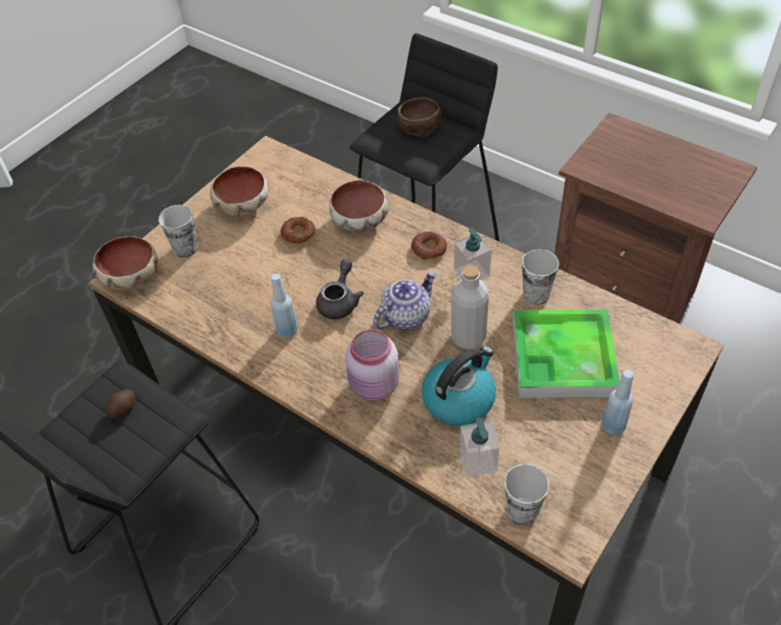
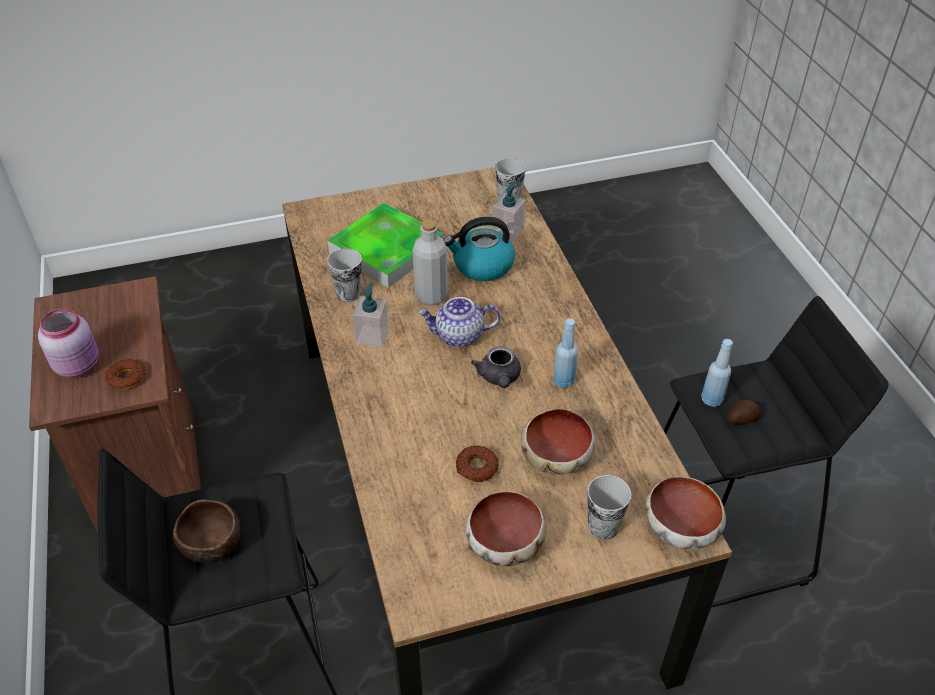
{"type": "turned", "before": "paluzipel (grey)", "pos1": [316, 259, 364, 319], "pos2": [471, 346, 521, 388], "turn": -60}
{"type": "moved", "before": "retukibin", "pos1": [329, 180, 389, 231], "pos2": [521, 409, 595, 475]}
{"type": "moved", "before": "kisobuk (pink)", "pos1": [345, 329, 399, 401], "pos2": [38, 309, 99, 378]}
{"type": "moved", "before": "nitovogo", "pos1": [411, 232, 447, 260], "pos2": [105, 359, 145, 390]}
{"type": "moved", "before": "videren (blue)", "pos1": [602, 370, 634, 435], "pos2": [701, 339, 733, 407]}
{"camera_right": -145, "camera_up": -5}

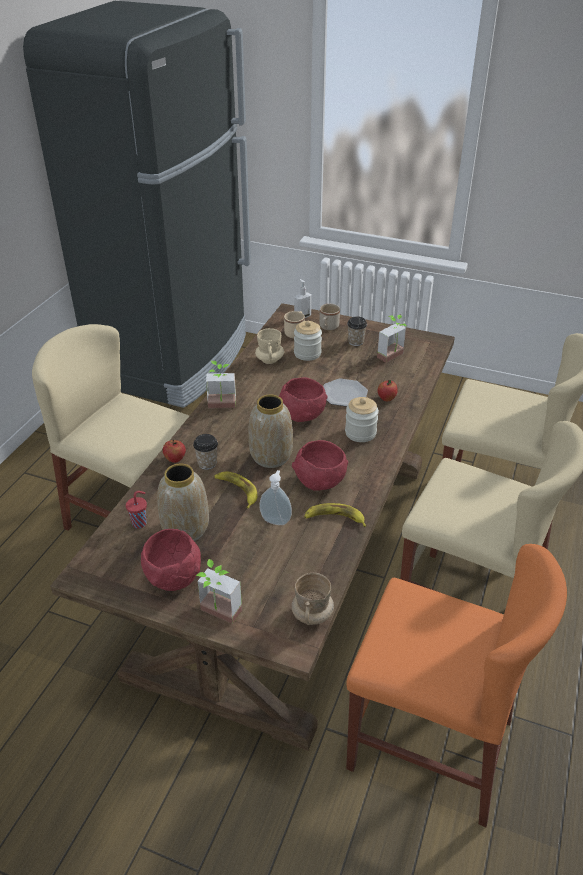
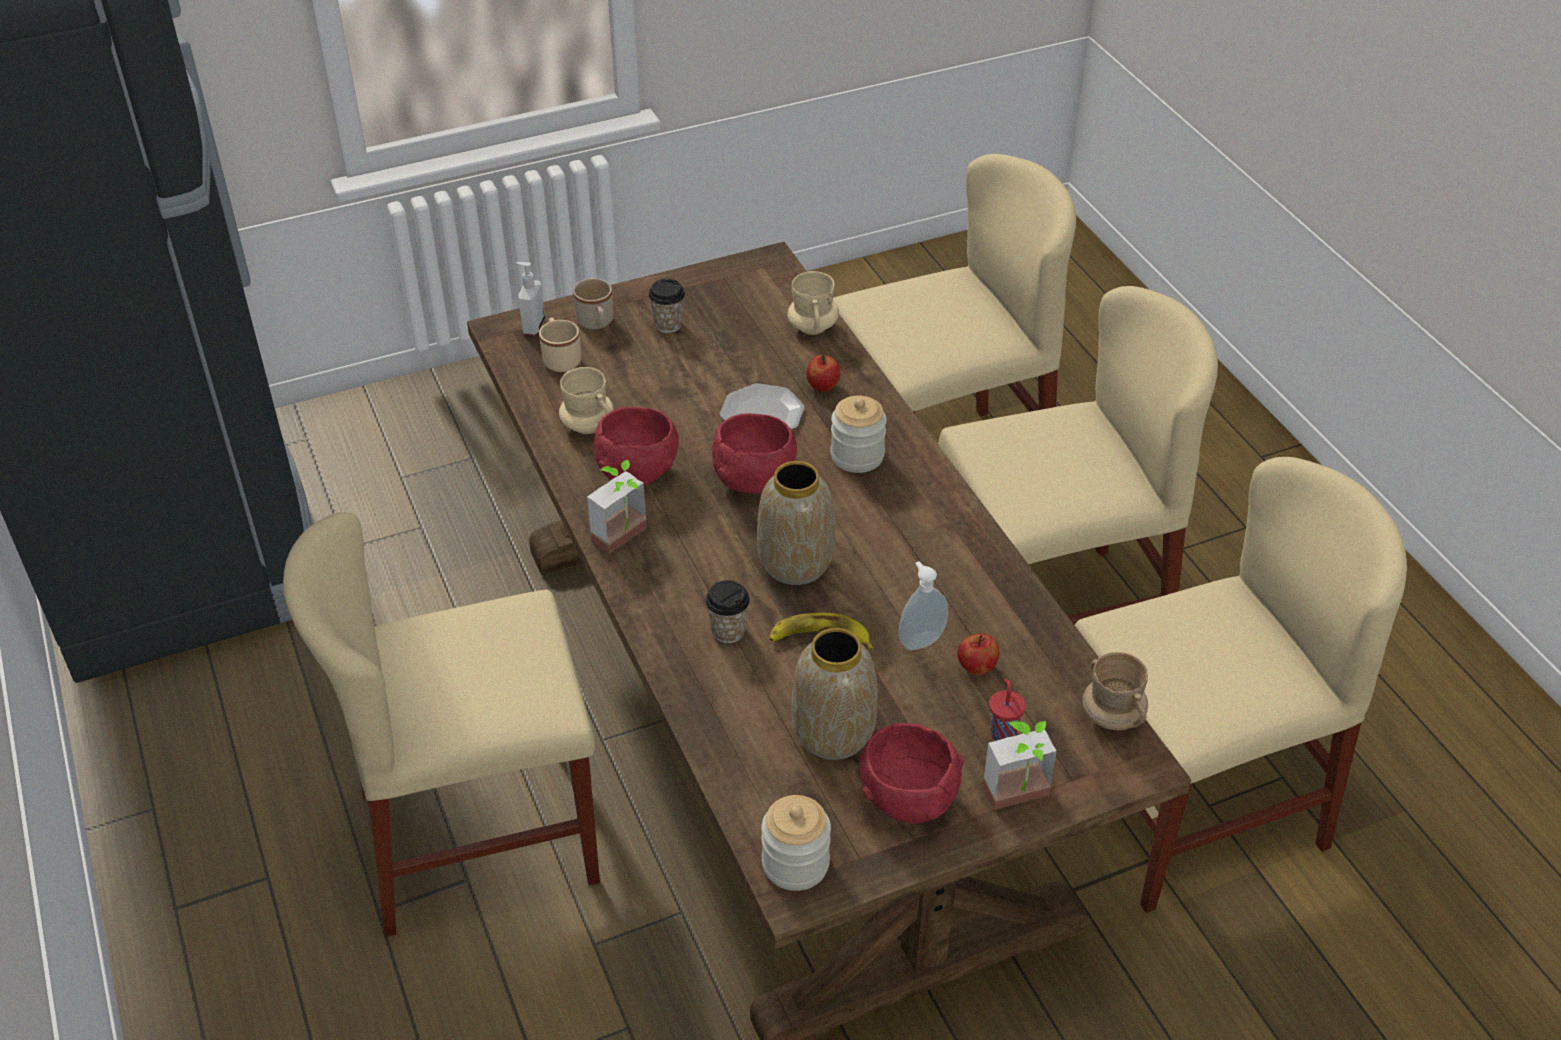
{"type": "moved", "before": "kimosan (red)", "pos1": [126, 491, 147, 529], "pos2": [989, 679, 1026, 741]}
{"type": "moved", "before": "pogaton", "pos1": [163, 440, 186, 463], "pos2": [958, 633, 1000, 675]}
{"type": "moved", "before": "retukibin (red)", "pos1": [292, 440, 348, 491], "pos2": [594, 406, 679, 486]}
{"type": "moved", "before": "kisobuk", "pos1": [294, 321, 322, 361], "pos2": [761, 795, 831, 891]}
{"type": "removed", "before": "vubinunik", "pos1": [304, 503, 366, 527]}
{"type": "recoloured", "before": "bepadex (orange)", "after": "bepadex (beige)", "pos1": [346, 544, 567, 827], "pos2": [1075, 457, 1407, 913]}
{"type": "removed", "before": "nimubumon", "pos1": [377, 315, 407, 363]}
{"type": "added", "after": "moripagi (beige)", "pos2": [787, 271, 839, 335]}
{"camera_right": -45, "camera_up": 5}

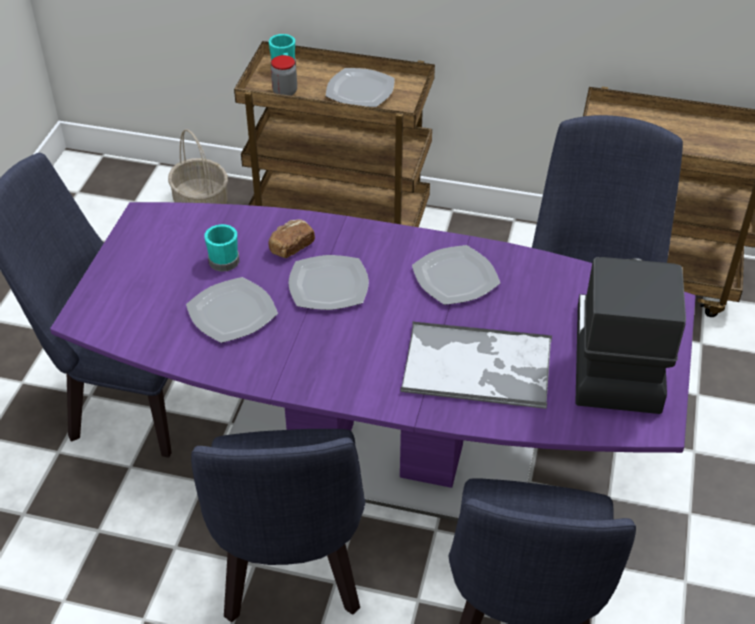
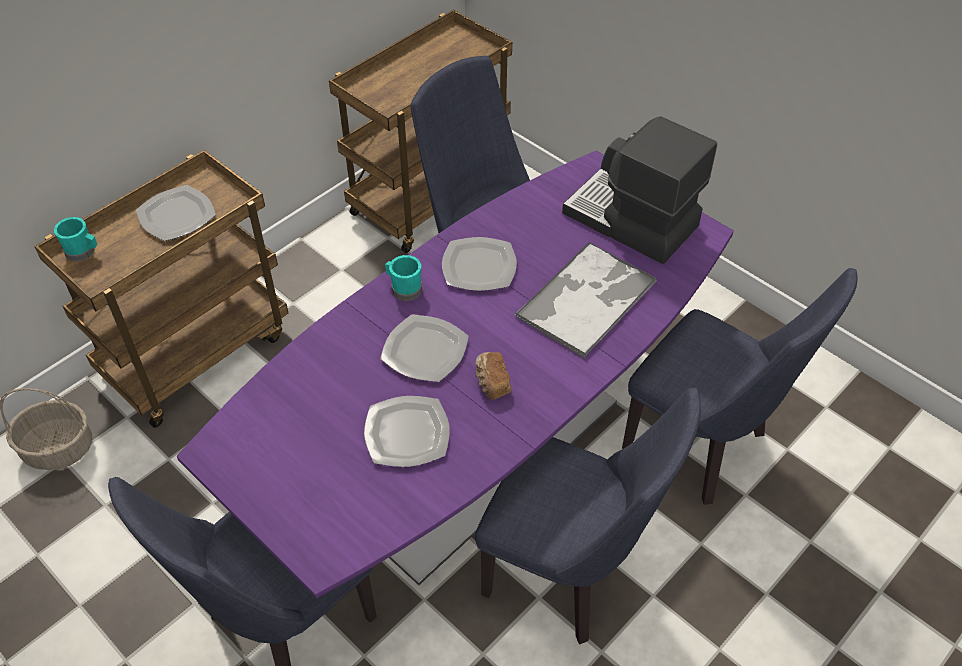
{"type": "moved", "before": "moripagi (turquoise)", "pos1": [204, 224, 239, 272], "pos2": [385, 255, 422, 301]}
{"type": "moved", "before": "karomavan", "pos1": [268, 219, 315, 258], "pos2": [475, 352, 511, 400]}
{"type": "removed", "before": "kisobuk", "pos1": [271, 55, 297, 96]}
{"camera_right": -60, "camera_up": 5}

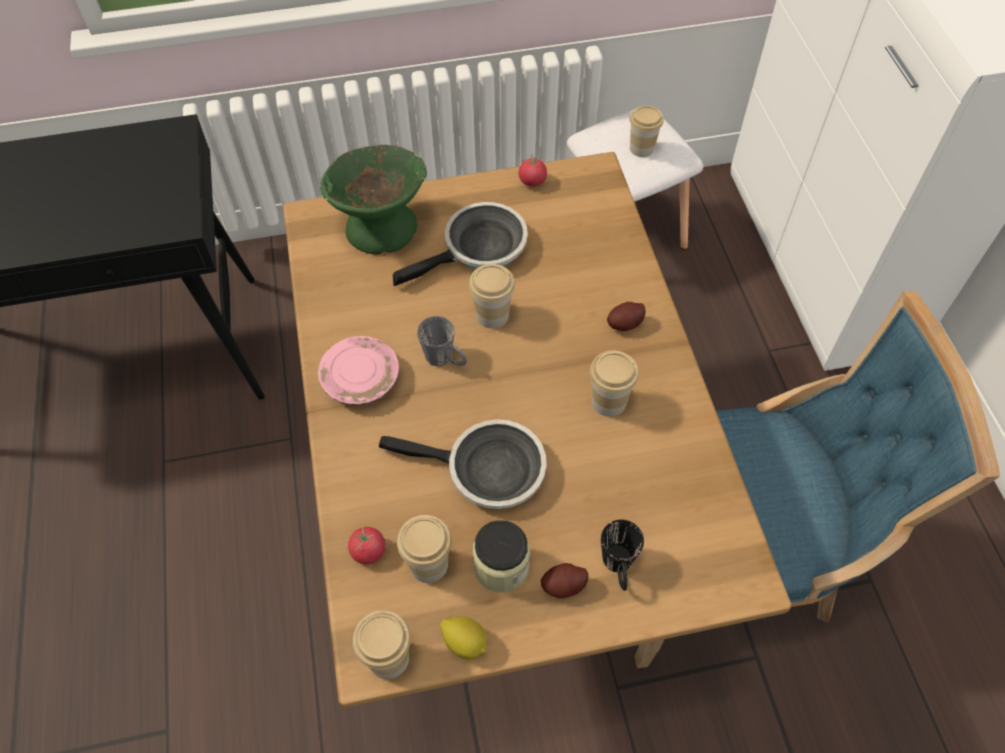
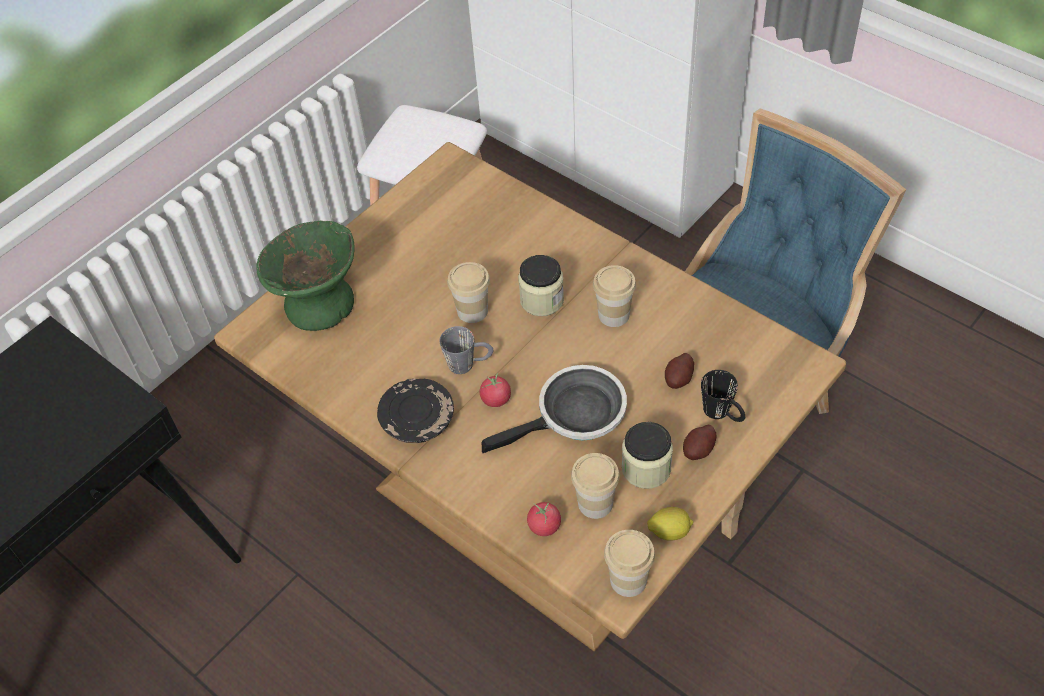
{"type": "recoloured", "before": "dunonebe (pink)", "after": "dunonebe (black)", "pos1": [318, 336, 399, 405], "pos2": [377, 379, 454, 443]}
{"type": "removed", "before": "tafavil", "pos1": [393, 202, 528, 286]}
{"type": "moved", "before": "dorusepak", "pos1": [519, 154, 547, 187], "pos2": [480, 373, 511, 407]}
{"type": "moved", "before": "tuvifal", "pos1": [607, 302, 645, 331], "pos2": [665, 353, 694, 389]}
{"type": "removed", "before": "kimosan", "pos1": [630, 106, 663, 157]}
{"type": "added", "after": "kisobuk", "pos2": [518, 255, 564, 316]}
{"camera_right": -35, "camera_up": -5}

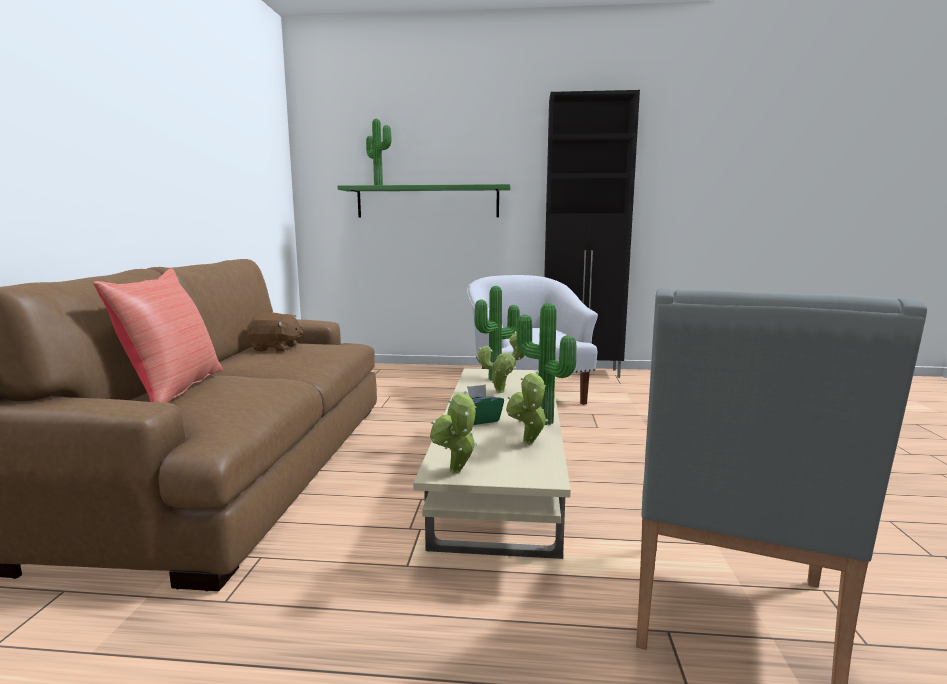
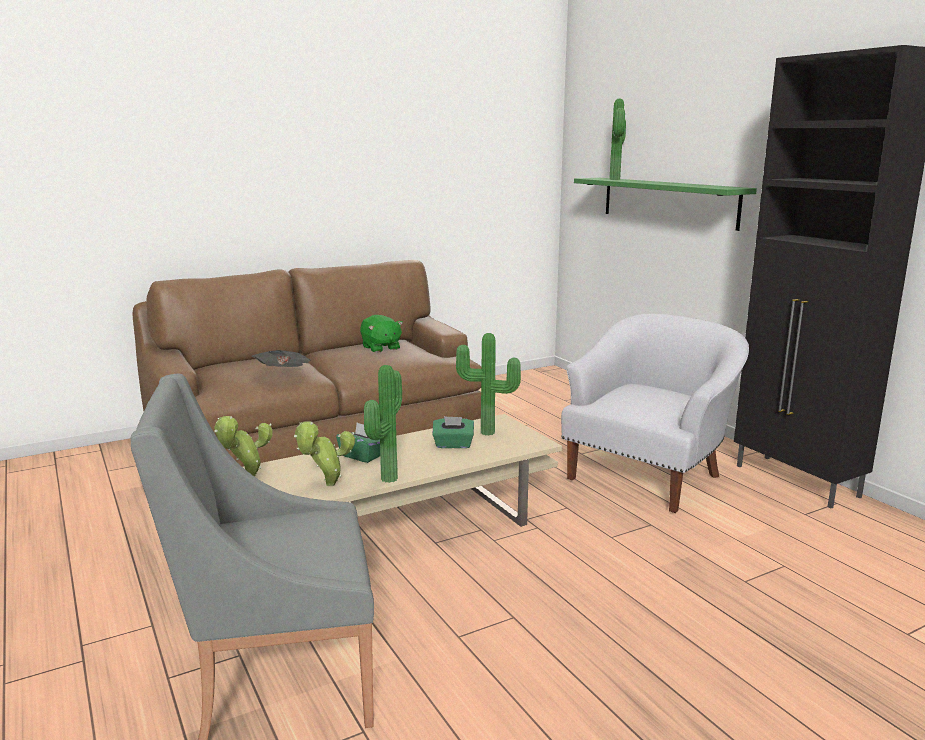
{"type": "removed", "before": "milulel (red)", "pos1": [93, 268, 223, 403]}
{"type": "recoloured", "before": "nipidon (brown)", "after": "nipidon (green)", "pos1": [247, 312, 303, 352], "pos2": [360, 315, 403, 353]}
{"type": "replaced", "before": "nimubumon", "after": "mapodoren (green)", "pos1": [478, 331, 525, 393], "pos2": [432, 416, 474, 448]}
{"type": "added", "after": "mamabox", "pos2": [251, 350, 311, 367]}
{"camera_right": 55, "camera_up": 5}

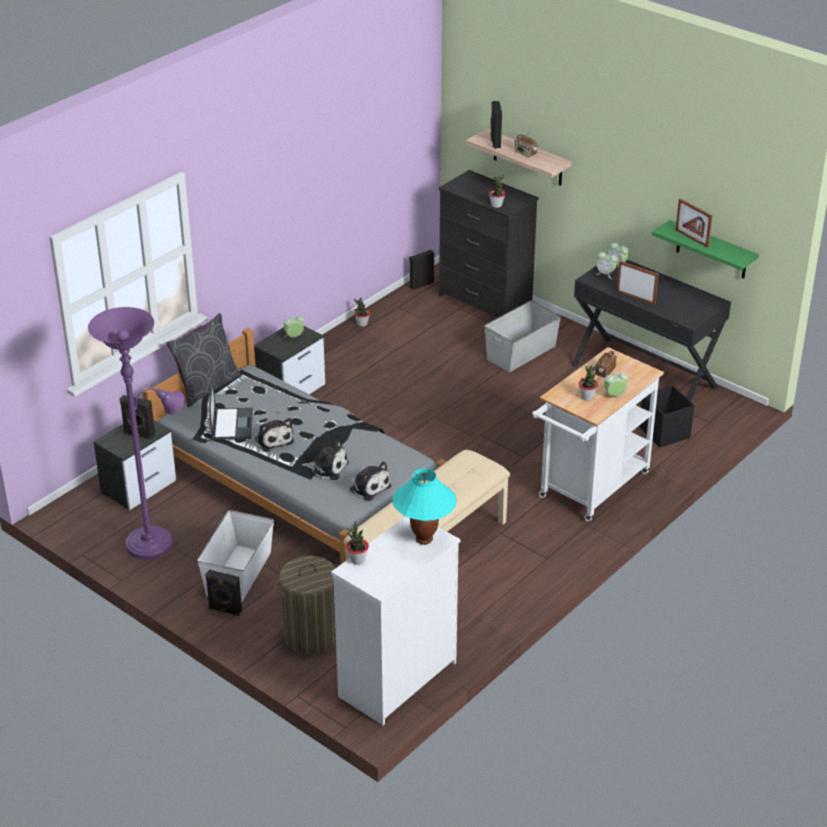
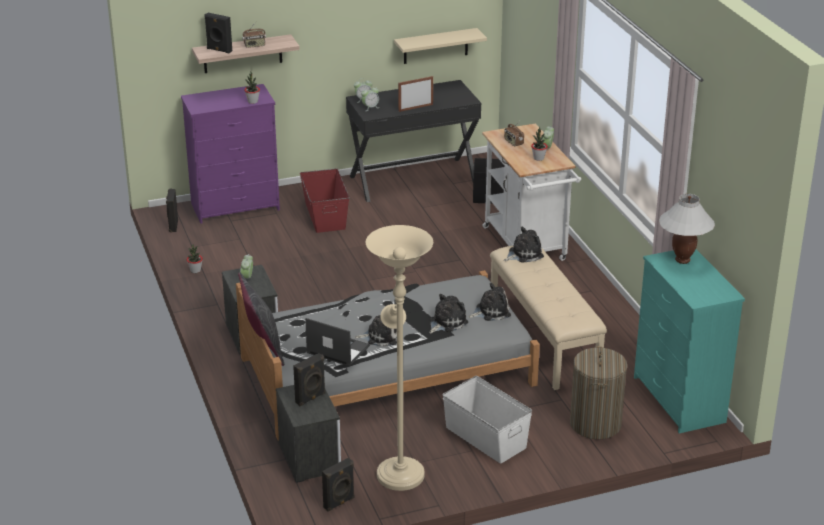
{"type": "recoloured", "before": "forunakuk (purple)", "after": "forunakuk (beige)", "pos1": [88, 307, 185, 560], "pos2": [366, 225, 433, 491]}
{"type": "moved", "before": "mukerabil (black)", "pos1": [205, 570, 242, 616], "pos2": [322, 458, 354, 512]}
{"type": "recoloured", "before": "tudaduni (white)", "after": "tudaduni (turquoise)", "pos1": [331, 517, 461, 725], "pos2": [634, 250, 745, 433]}
{"type": "removed", "before": "nimubumon", "pos1": [346, 521, 369, 565]}
{"type": "recoloured", "before": "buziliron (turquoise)", "after": "buziliron (white)", "pos1": [392, 468, 457, 545], "pos2": [659, 194, 715, 264]}
{"type": "recoloured", "before": "tudaduni (black)", "after": "tudaduni (purple)", "pos1": [439, 170, 539, 318], "pos2": [181, 84, 280, 224]}
{"type": "recoloured", "before": "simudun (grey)", "after": "simudun (red)", "pos1": [484, 300, 561, 372], "pos2": [300, 168, 349, 233]}
{"type": "recoloured", "before": "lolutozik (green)", "after": "lolutozik (beige)", "pos1": [652, 220, 759, 279], "pos2": [394, 28, 487, 64]}
{"type": "removed", "before": "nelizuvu", "pos1": [676, 199, 712, 248]}
{"type": "added", "after": "nipidon", "pos2": [504, 227, 544, 263]}
{"camera_right": -60, "camera_up": -5}

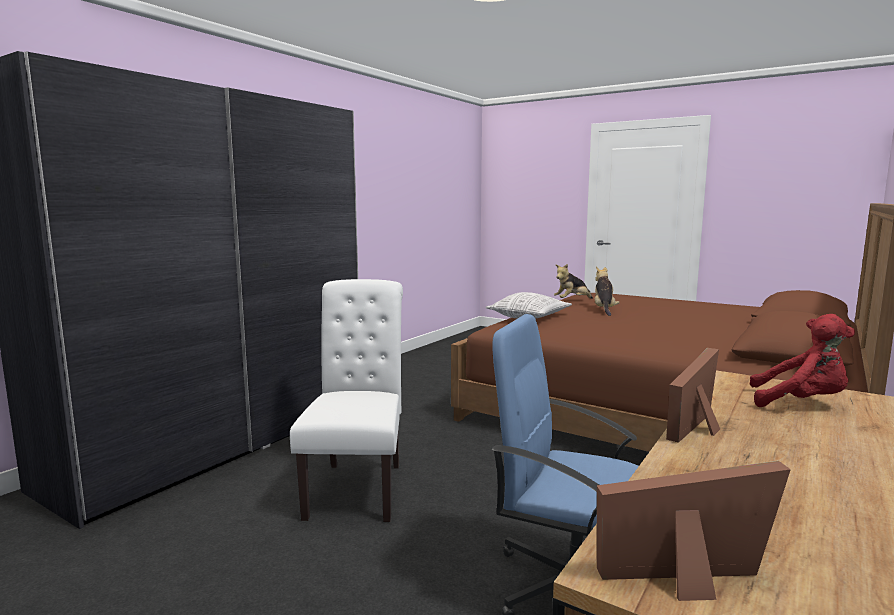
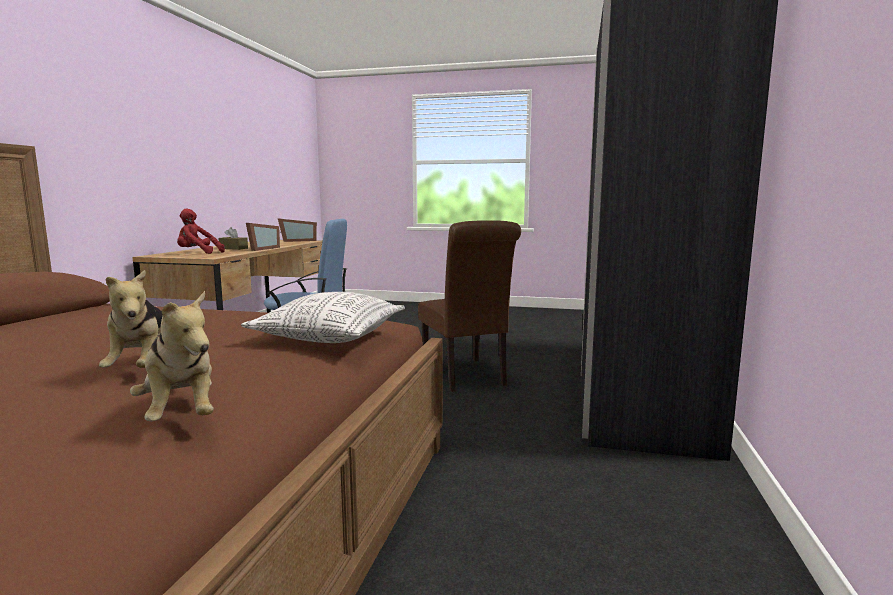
{"type": "recoloured", "before": "bepadex (white)", "after": "bepadex (brown)", "pos1": [290, 279, 403, 522], "pos2": [418, 220, 521, 392]}
{"type": "turned", "before": "nipidon", "pos1": [554, 264, 593, 299], "pos2": [130, 291, 214, 421], "turn": 105}
{"type": "added", "after": "mapodoren (brown)", "pos2": [218, 227, 248, 250]}
{"camera_right": 160, "camera_up": 0}

